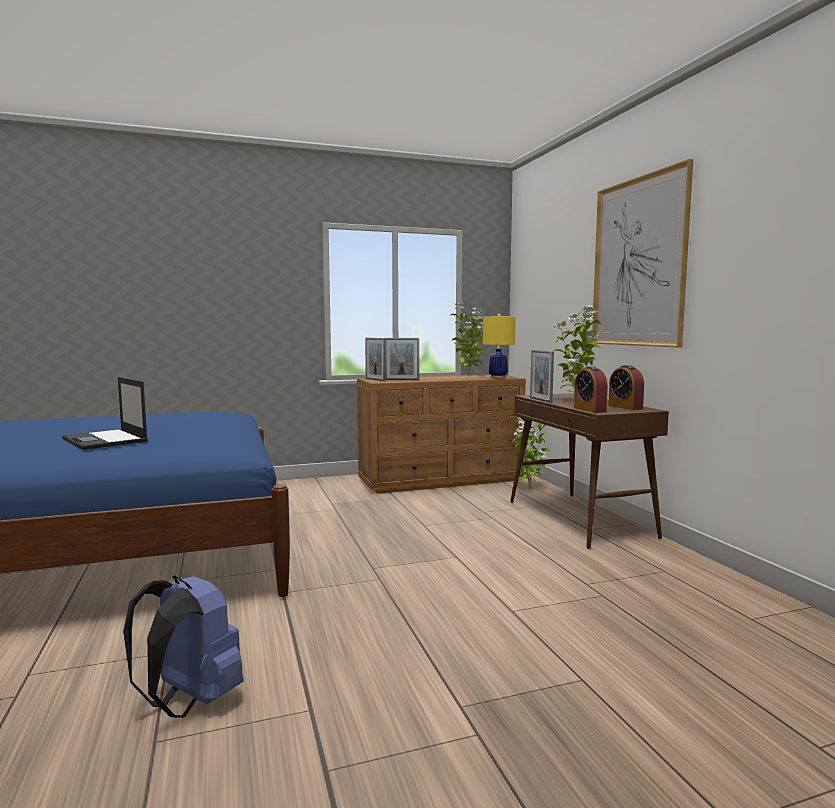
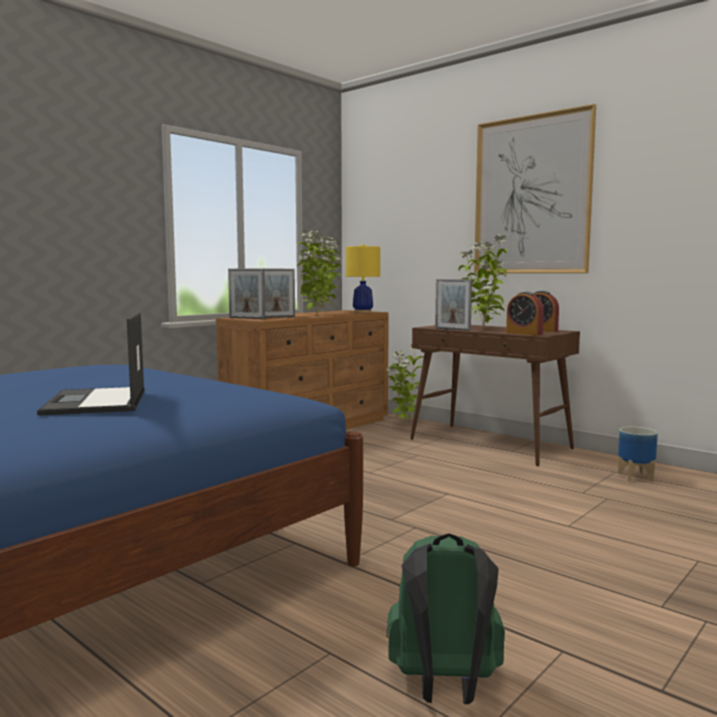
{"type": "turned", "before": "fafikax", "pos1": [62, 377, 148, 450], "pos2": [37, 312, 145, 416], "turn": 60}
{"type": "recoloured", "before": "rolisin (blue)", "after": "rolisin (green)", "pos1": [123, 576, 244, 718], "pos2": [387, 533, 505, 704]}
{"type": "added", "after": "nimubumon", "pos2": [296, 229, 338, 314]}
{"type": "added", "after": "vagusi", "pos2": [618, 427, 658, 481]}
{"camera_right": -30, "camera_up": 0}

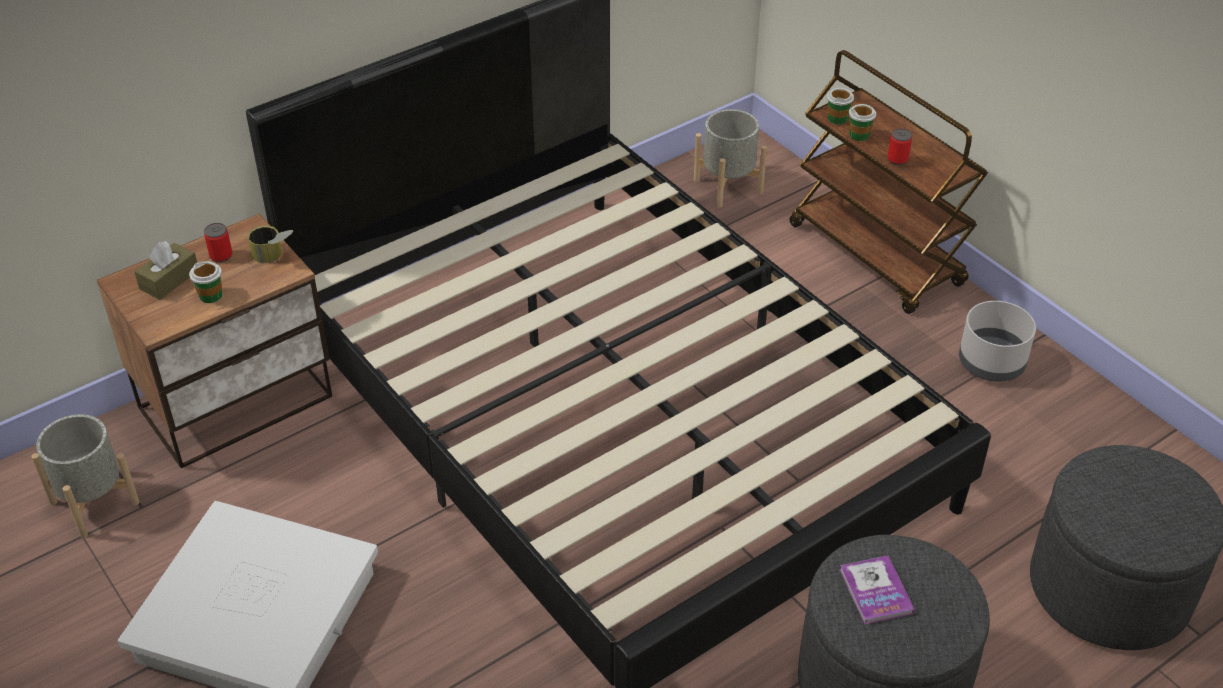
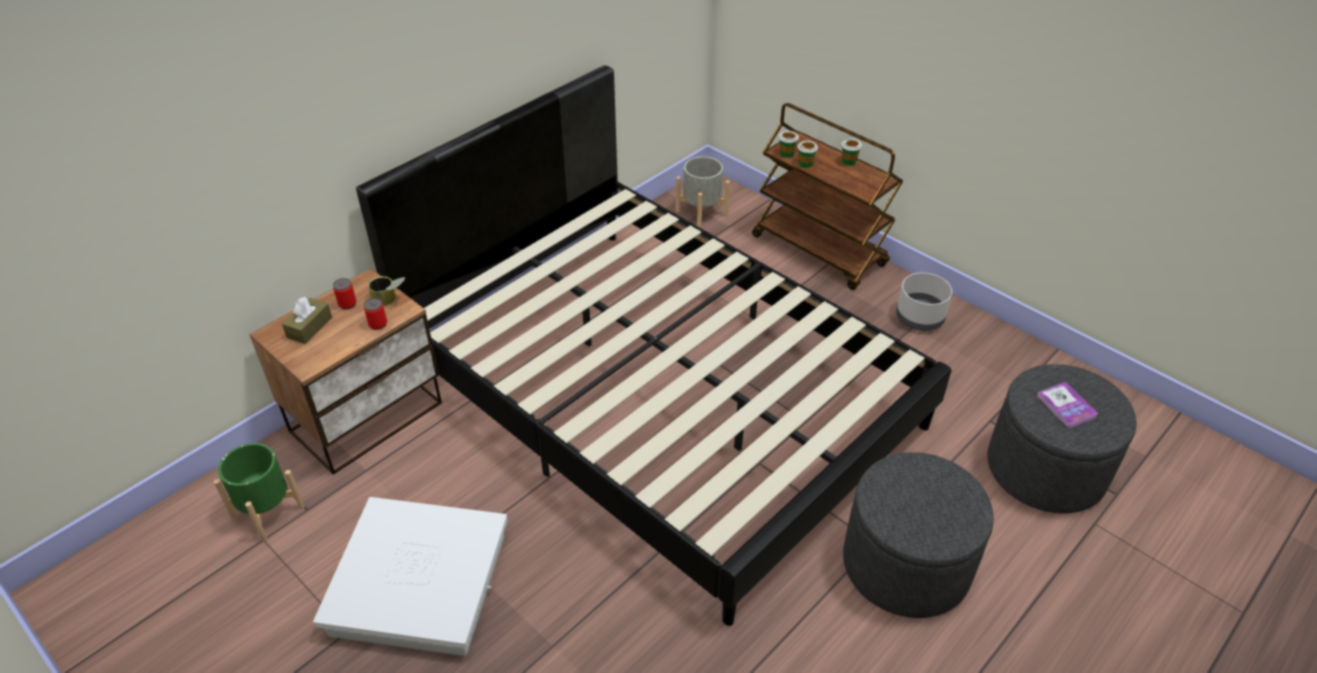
{"type": "recoloured", "before": "vagusi (grey)", "after": "vagusi (green)", "pos1": [31, 414, 139, 538], "pos2": [214, 443, 305, 541]}
{"type": "moved", "before": "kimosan", "pos1": [189, 261, 222, 303], "pos2": [842, 138, 862, 166]}
{"type": "moved", "before": "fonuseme", "pos1": [840, 555, 915, 624], "pos2": [1037, 382, 1099, 428]}
{"type": "moved", "before": "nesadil", "pos1": [888, 128, 912, 165], "pos2": [364, 298, 387, 330]}
{"camera_right": -10, "camera_up": 0}

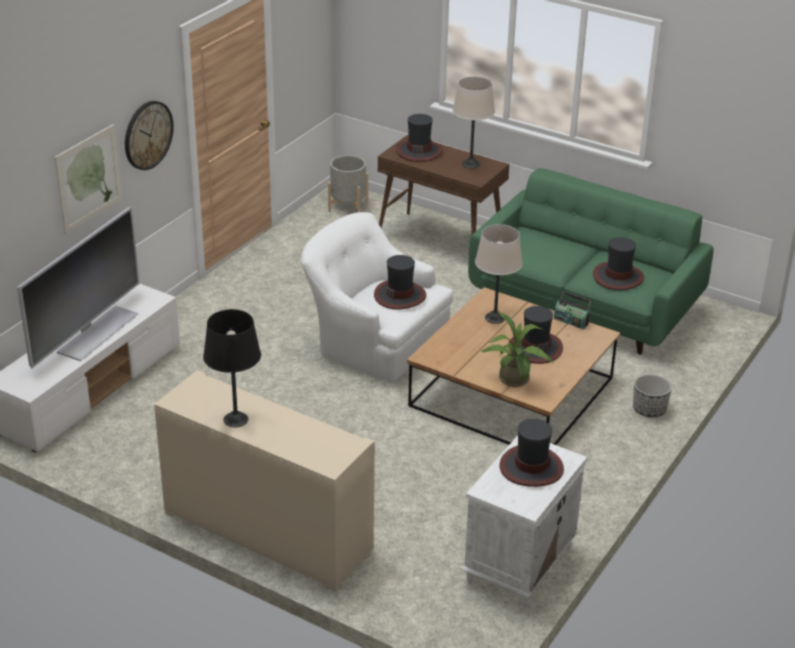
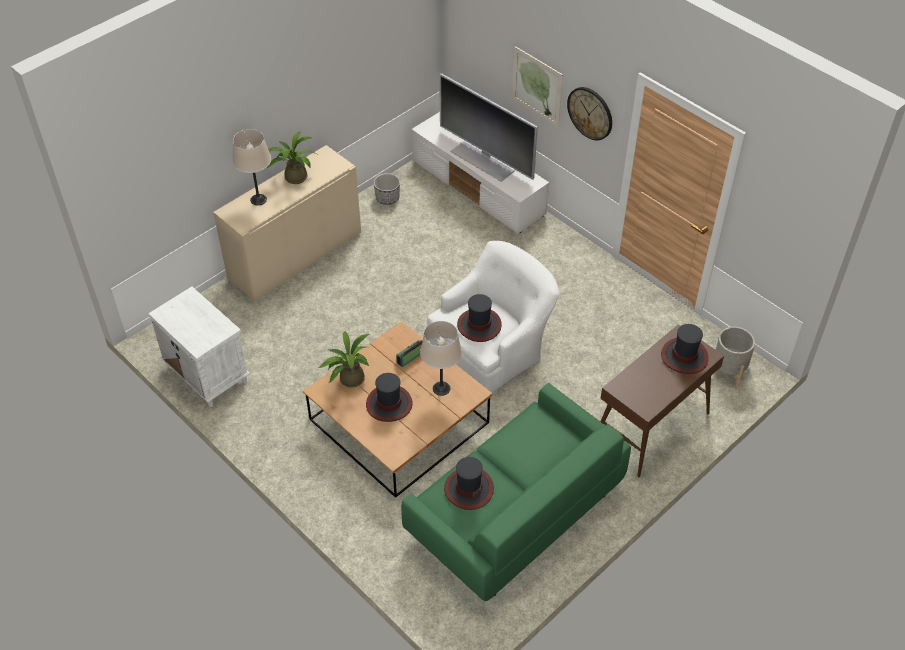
{"type": "replaced", "before": "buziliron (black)", "after": "nimubumon", "pos1": [203, 309, 261, 427], "pos2": [266, 131, 319, 184]}
{"type": "moved", "before": "buziliron (beige)", "pos1": [453, 76, 495, 168], "pos2": [233, 129, 271, 206]}
{"type": "removed", "before": "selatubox", "pos1": [499, 419, 564, 487]}
{"type": "moved", "before": "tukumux", "pos1": [554, 291, 591, 329], "pos2": [396, 340, 423, 367]}
{"type": "moved", "before": "vagusi", "pos1": [633, 374, 672, 417], "pos2": [374, 173, 400, 205]}
{"camera_right": 105, "camera_up": 15}

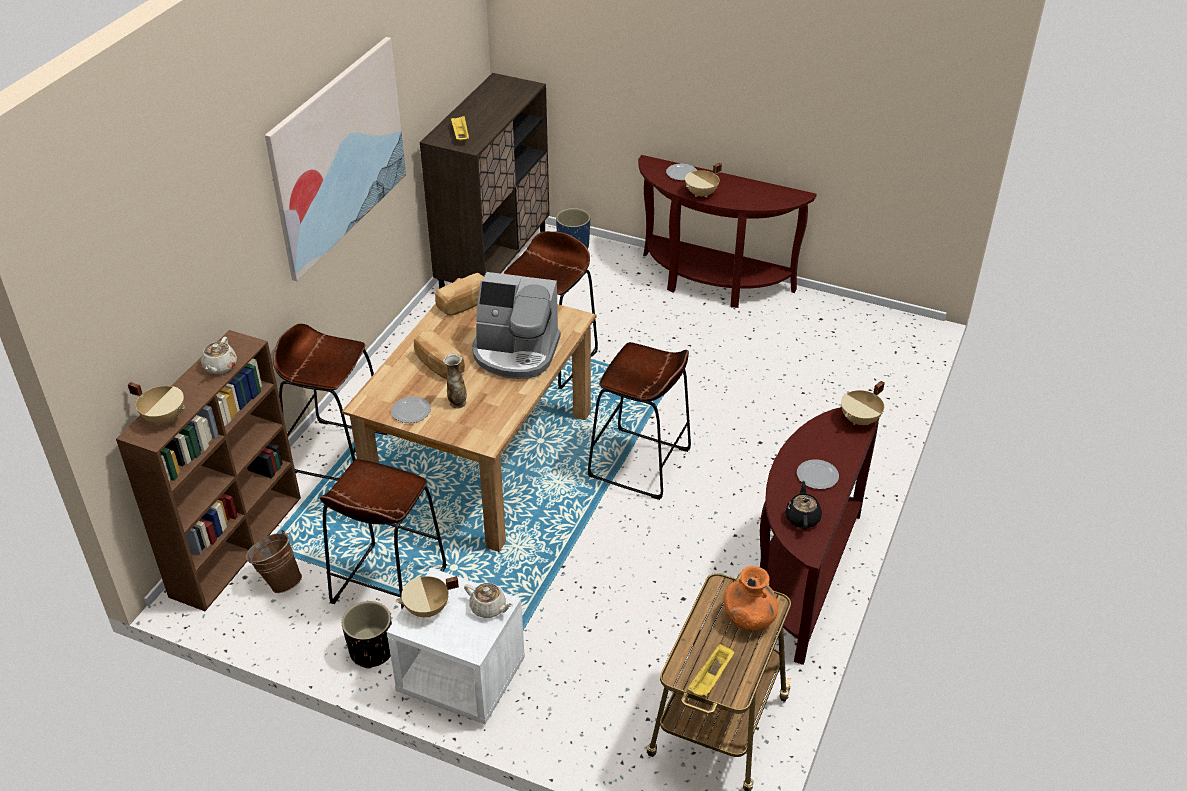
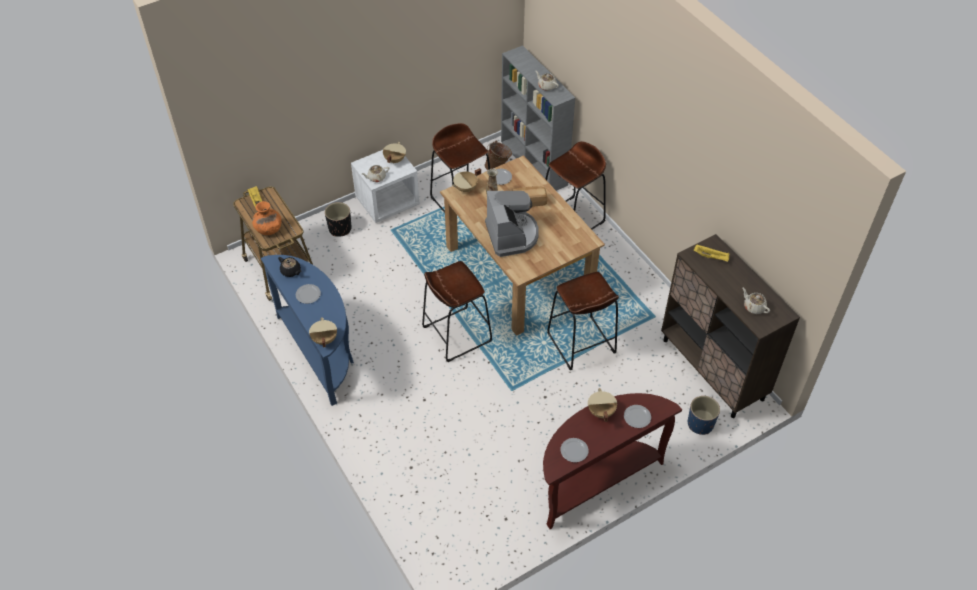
{"type": "recoloured", "before": "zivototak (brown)", "after": "zivototak (grey)", "pos1": [116, 330, 301, 611], "pos2": [501, 45, 575, 191]}
{"type": "moved", "before": "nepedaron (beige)", "pos1": [128, 382, 185, 425], "pos2": [452, 168, 481, 192]}
{"type": "removed", "before": "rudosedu", "pos1": [265, 37, 406, 281]}
{"type": "moved", "before": "vagusi (black)", "pos1": [342, 601, 392, 669], "pos2": [325, 202, 352, 237]}
{"type": "removed", "before": "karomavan", "pos1": [435, 273, 484, 316]}
{"type": "turned", "before": "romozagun", "pos1": [472, 272, 561, 379], "pos2": [485, 191, 539, 257], "turn": 120}
{"type": "recoloured", "before": "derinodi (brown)", "after": "derinodi (blue)", "pos1": [760, 407, 879, 665], "pos2": [261, 255, 354, 406]}
{"type": "added", "after": "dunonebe", "pos2": [560, 438, 589, 462]}
{"type": "added", "after": "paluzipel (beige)", "pos2": [742, 288, 770, 314]}
{"camera_right": 125, "camera_up": 10}

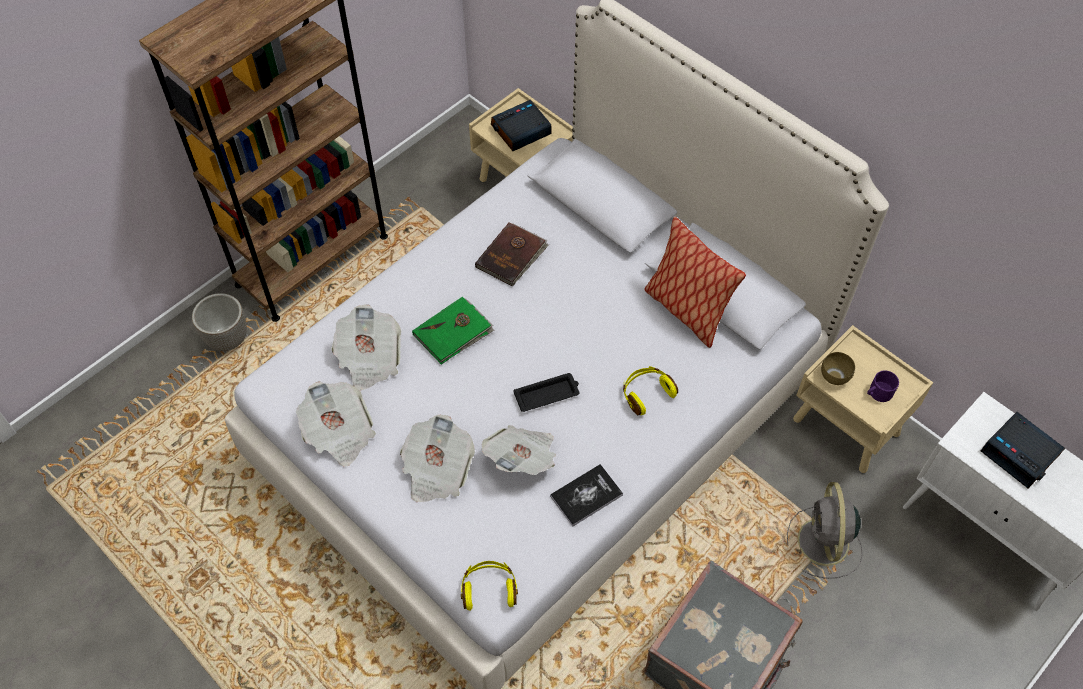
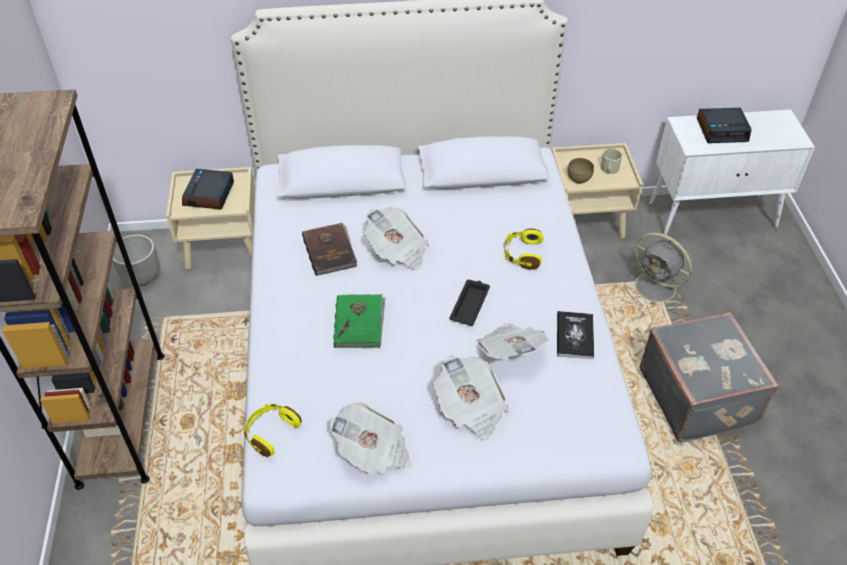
{"type": "moved", "before": "vagusi", "pos1": [192, 293, 247, 351], "pos2": [112, 234, 159, 287]}
{"type": "moved", "before": "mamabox", "pos1": [332, 304, 401, 391], "pos2": [364, 207, 428, 270]}
{"type": "moved", "before": "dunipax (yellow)", "pos1": [461, 561, 518, 611], "pos2": [243, 404, 302, 457]}
{"type": "removed", "before": "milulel", "pos1": [644, 217, 746, 348]}
{"type": "recoloured", "before": "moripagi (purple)", "after": "moripagi (beige)", "pos1": [867, 370, 899, 402], "pos2": [601, 149, 622, 174]}
{"camera_right": -50, "camera_up": -10}

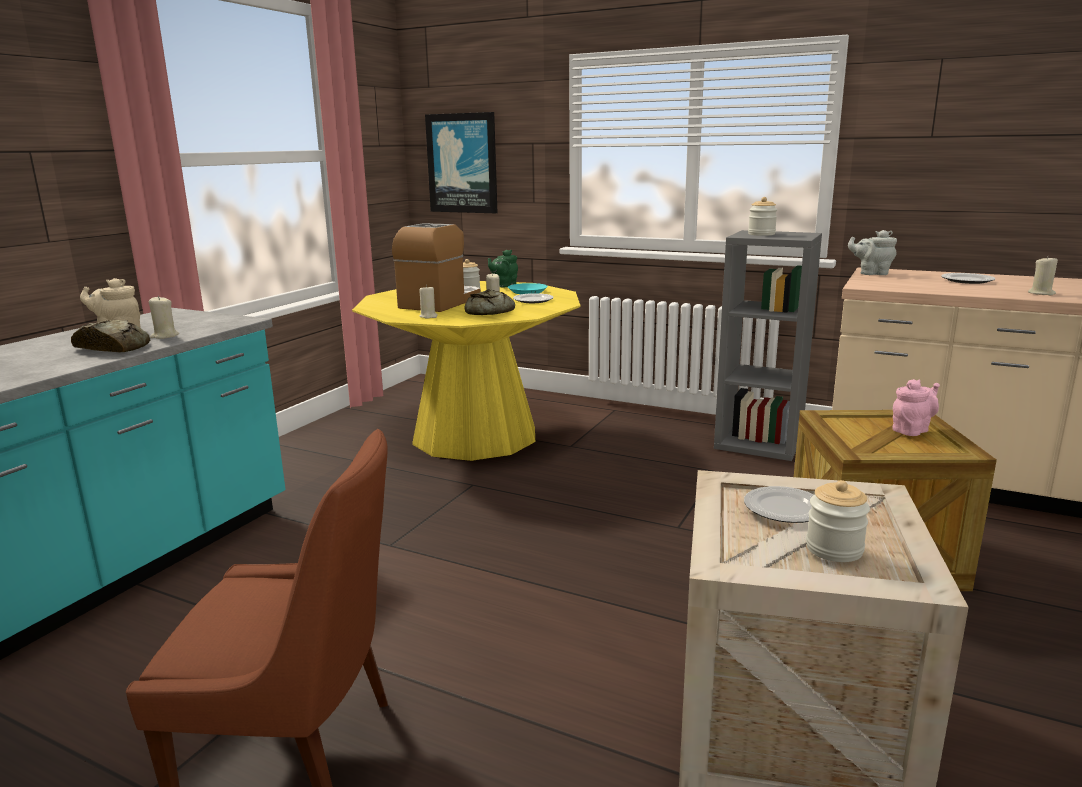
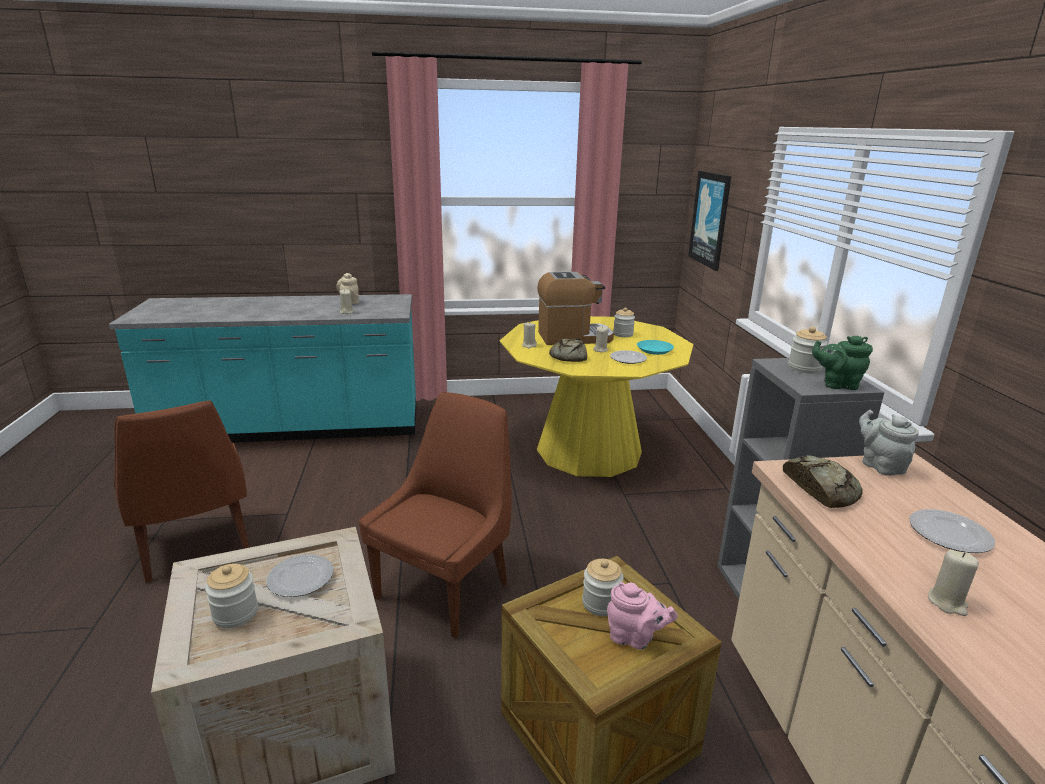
{"type": "moved", "before": "karomavan", "pos1": [71, 320, 150, 352], "pos2": [783, 455, 863, 508]}
{"type": "moved", "before": "paluzipel (green)", "pos1": [488, 250, 518, 287], "pos2": [812, 335, 873, 390]}
{"type": "added", "after": "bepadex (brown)", "pos2": [359, 392, 512, 638]}
{"type": "added", "after": "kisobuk", "pos2": [582, 559, 624, 616]}
{"camera_right": 55, "camera_up": 5}

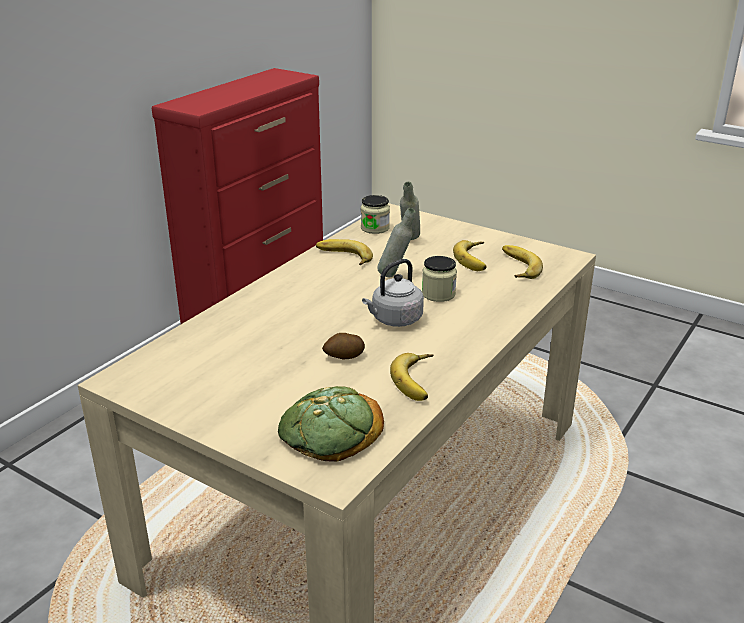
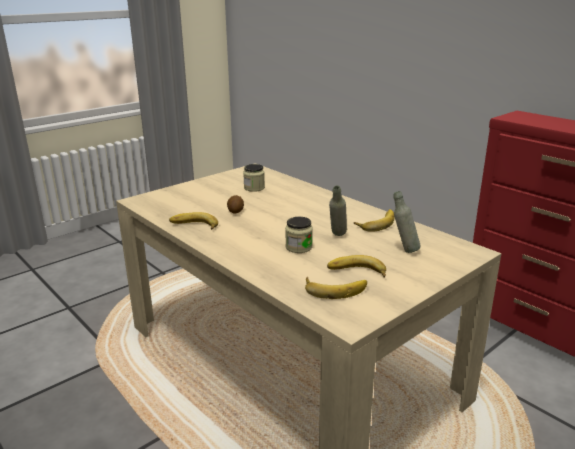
{"type": "removed", "before": "karomavan", "pos1": [278, 386, 384, 462]}
{"type": "moved", "before": "kisobuk", "pos1": [361, 195, 390, 234], "pos2": [243, 164, 265, 192]}
{"type": "removed", "before": "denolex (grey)", "pos1": [362, 259, 424, 327]}
{"camera_right": 105, "camera_up": -5}

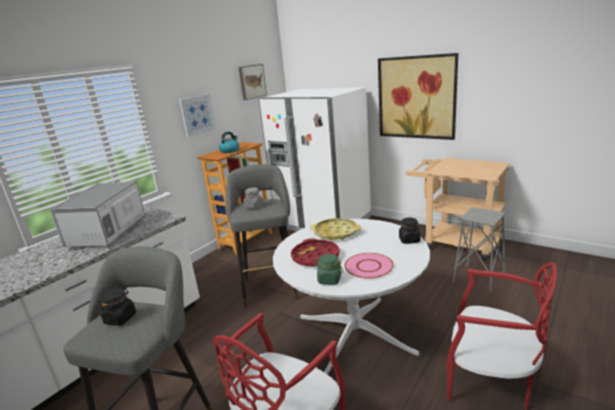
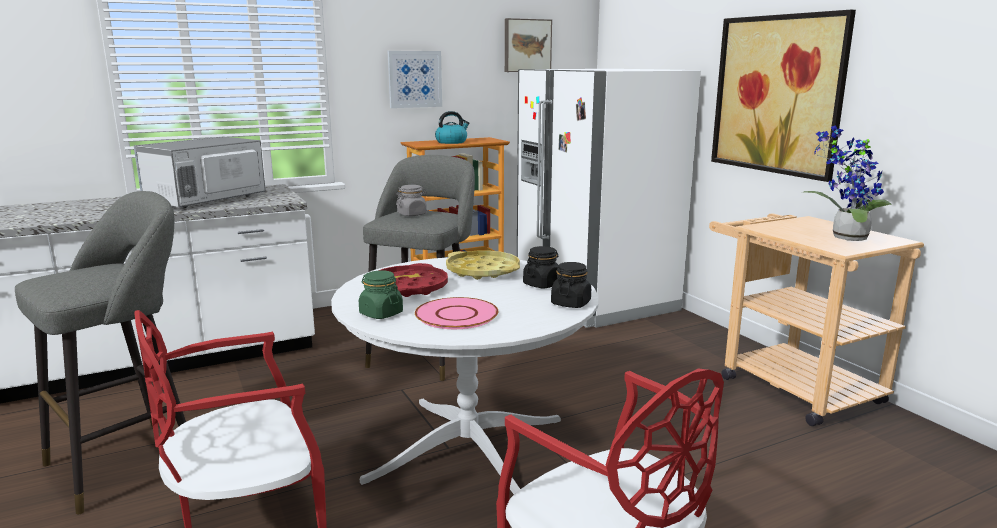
{"type": "moved", "before": "kisobuk (black)", "pos1": [101, 288, 136, 326], "pos2": [523, 246, 558, 288]}
{"type": "removed", "before": "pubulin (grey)", "pos1": [452, 207, 506, 294]}
{"type": "added", "after": "nimubumon", "pos2": [802, 125, 891, 241]}
{"camera_right": 25, "camera_up": -5}

